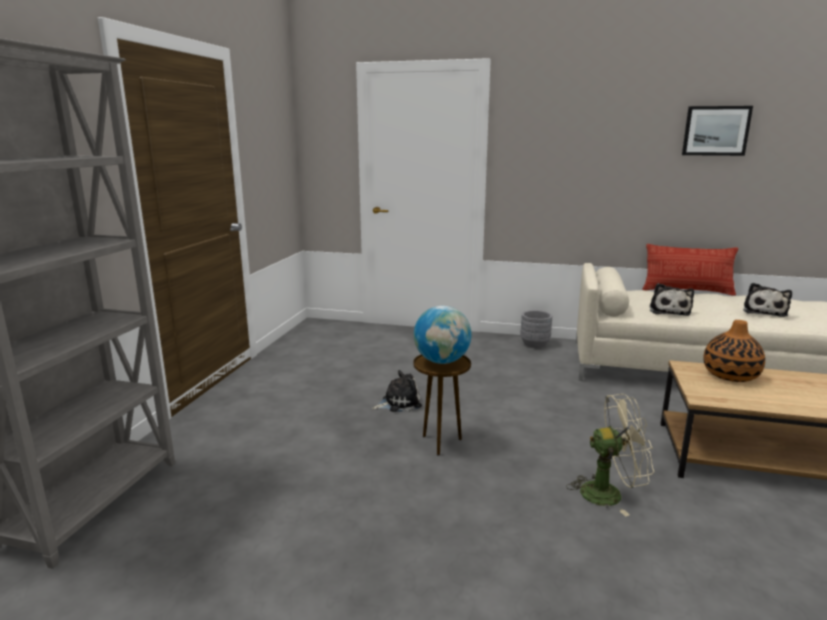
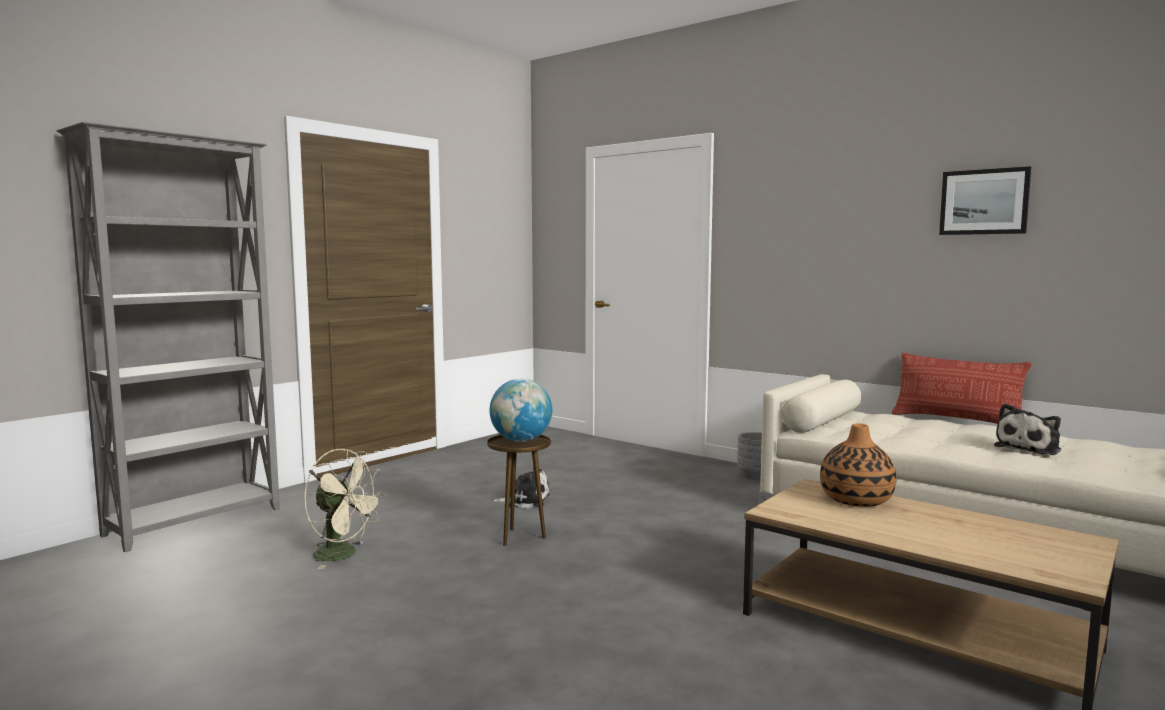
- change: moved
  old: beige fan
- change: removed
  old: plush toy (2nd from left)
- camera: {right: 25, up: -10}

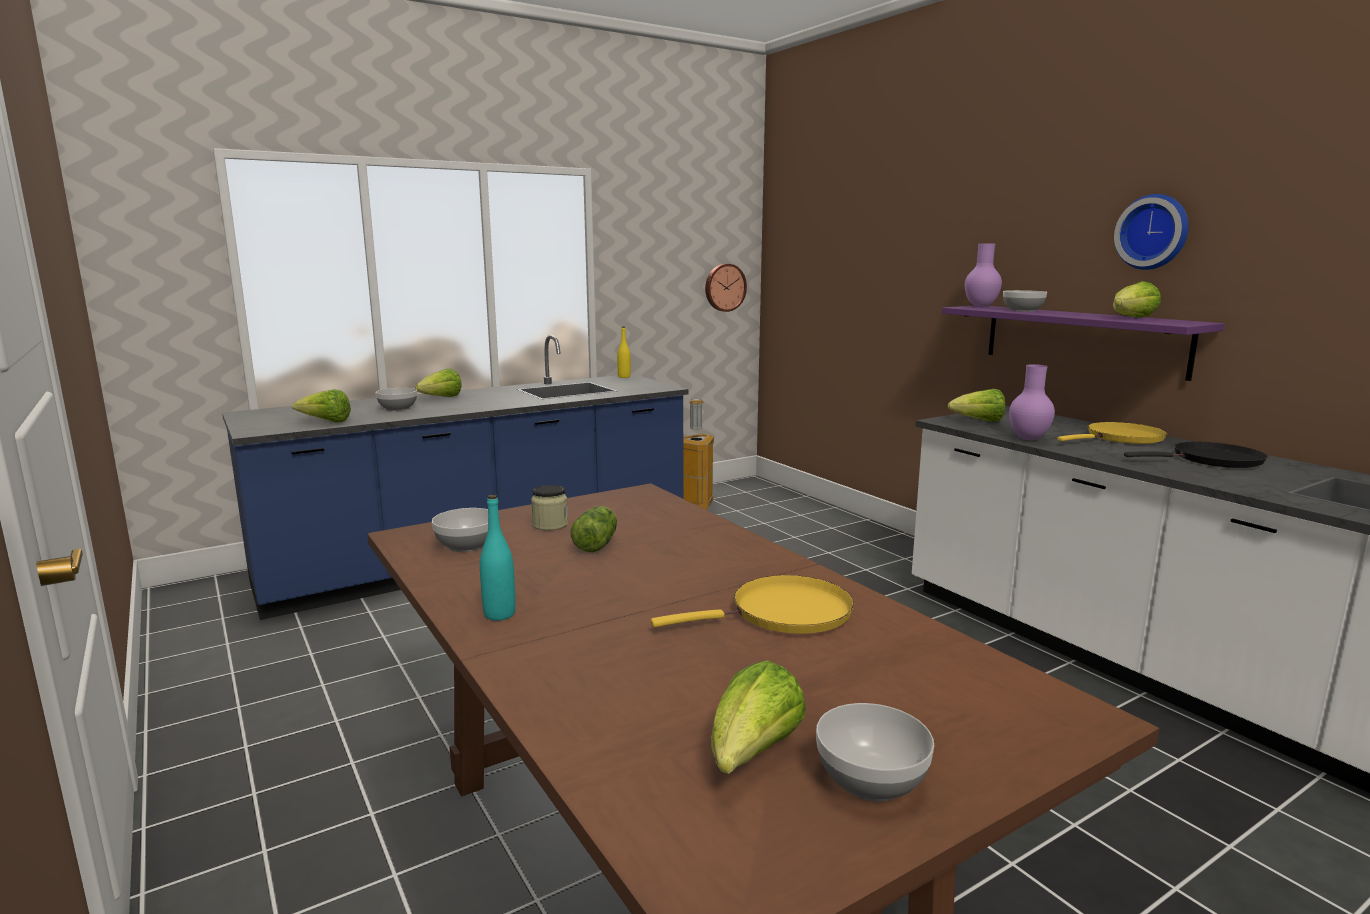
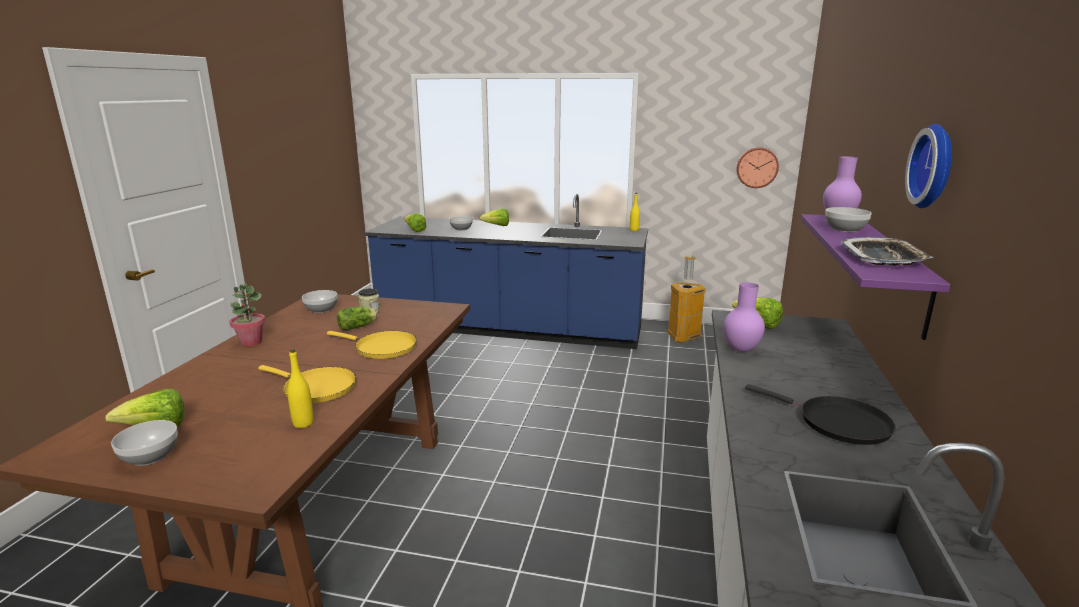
- change: replaced
  old: turquoise bottle
  new: potted plant
- change: moved
  old: yellow frying pan (2nd from left)
- change: replaced
  old: lettuce (6th from left)
  new: tray
- change: added
  new: yellow bottle (1st from left)
- camera: {right: 45, up: 5}

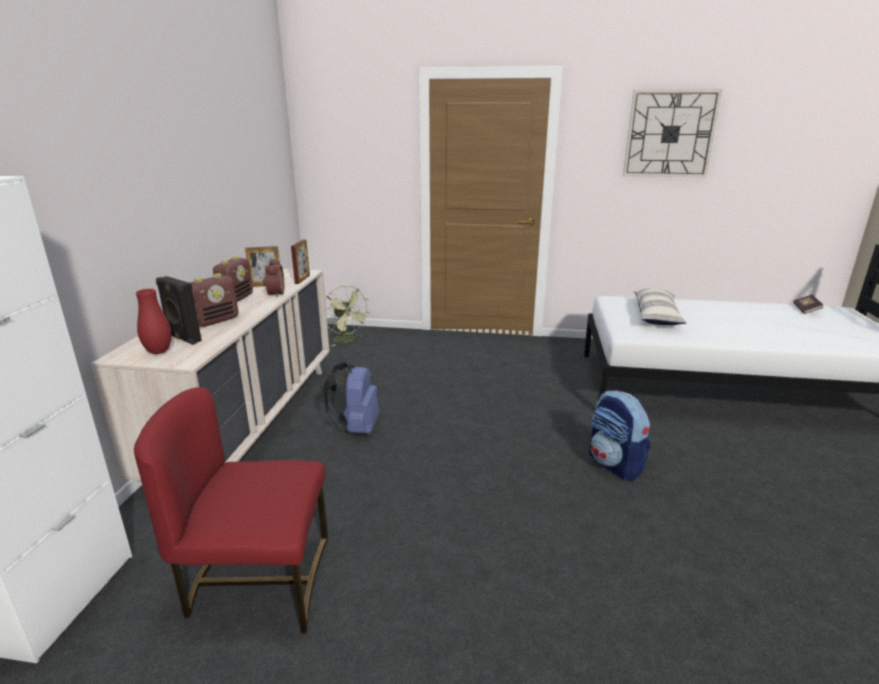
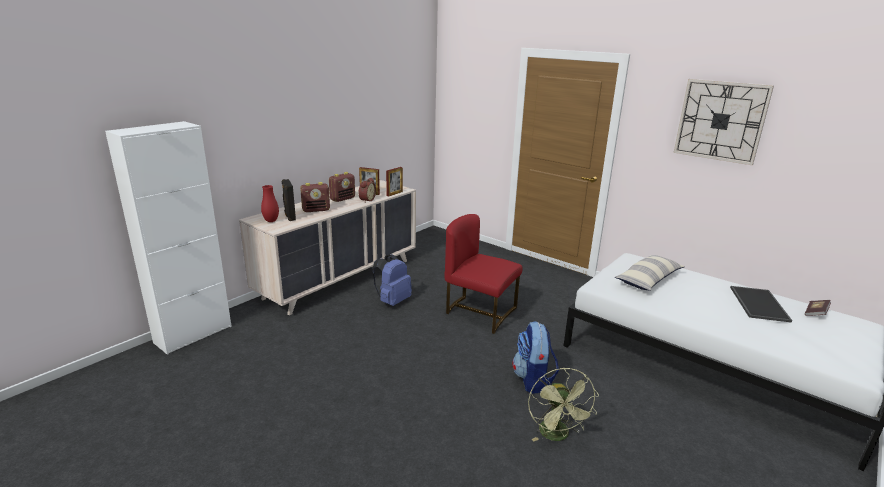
- change: moved
  old: red chair
- change: moved
  old: green fan
- change: added
  new: tray
- camera: {right: 30, up: 0}

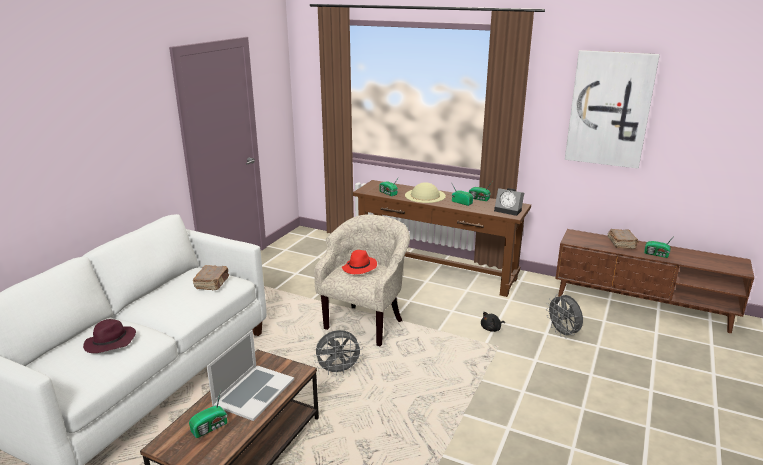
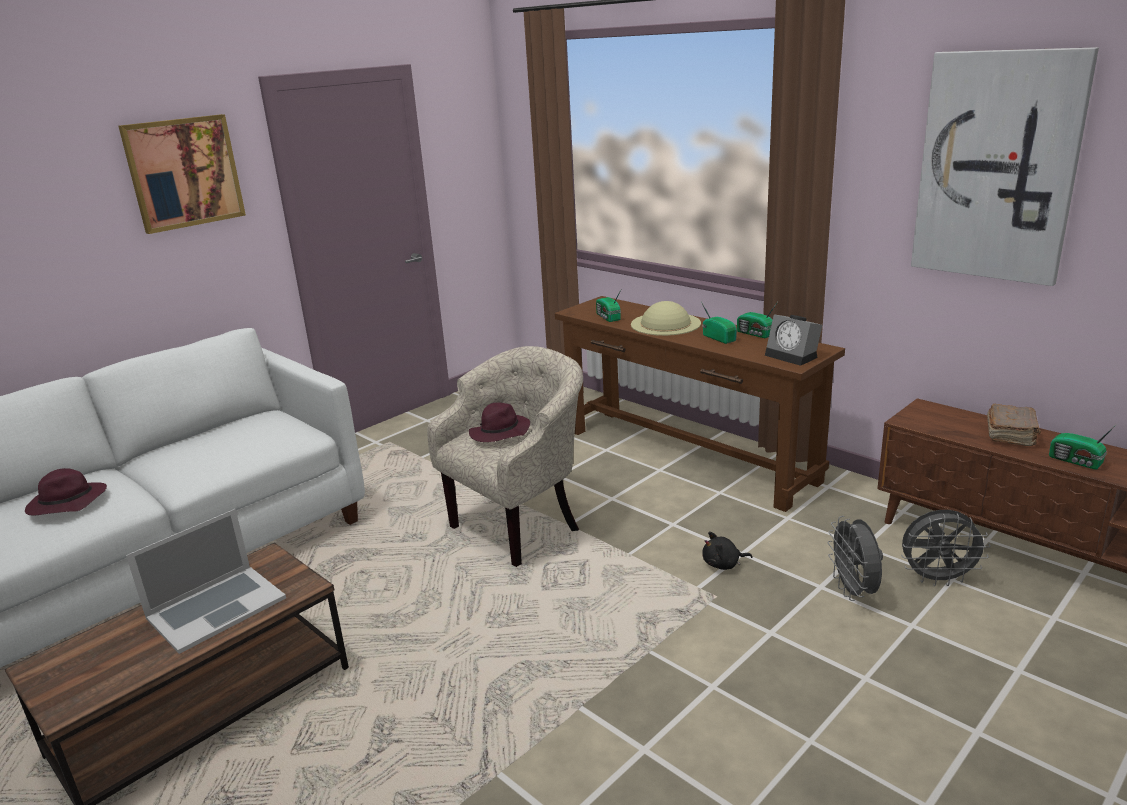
- change: removed
  old: radio (1st from left)
- change: removed
  old: brown book (1st from left)
- change: moved
  old: grey fan (1st from left in the first image)
  new: grey fan (2nd from left)
- change: recoloured
  old: red hat
  new: purple hat (2nd from left)
- change: added
  new: picture (1st from left)
- camera: {right: 20, up: 0}

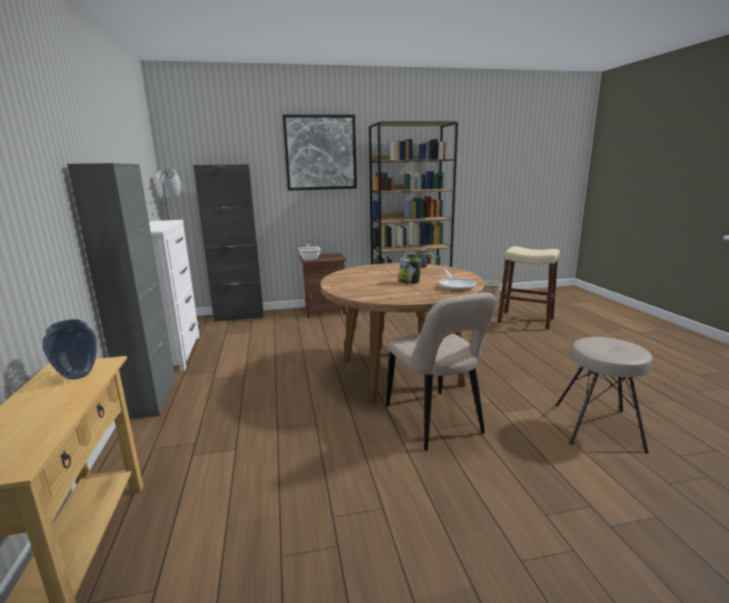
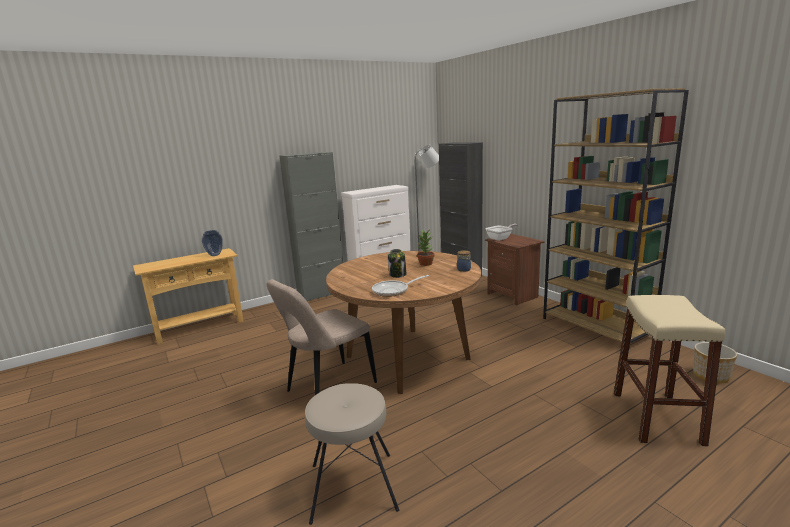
- change: removed
  old: picture
- change: added
  new: potted plant
- camera: {right: 70, up: 0}

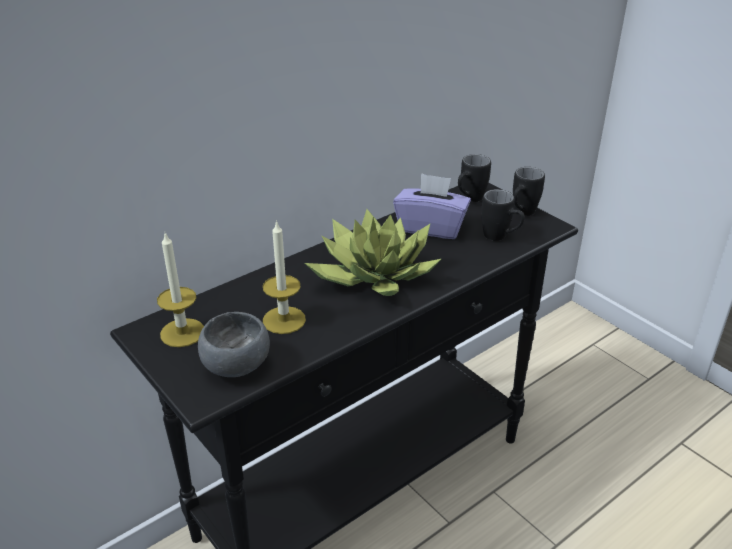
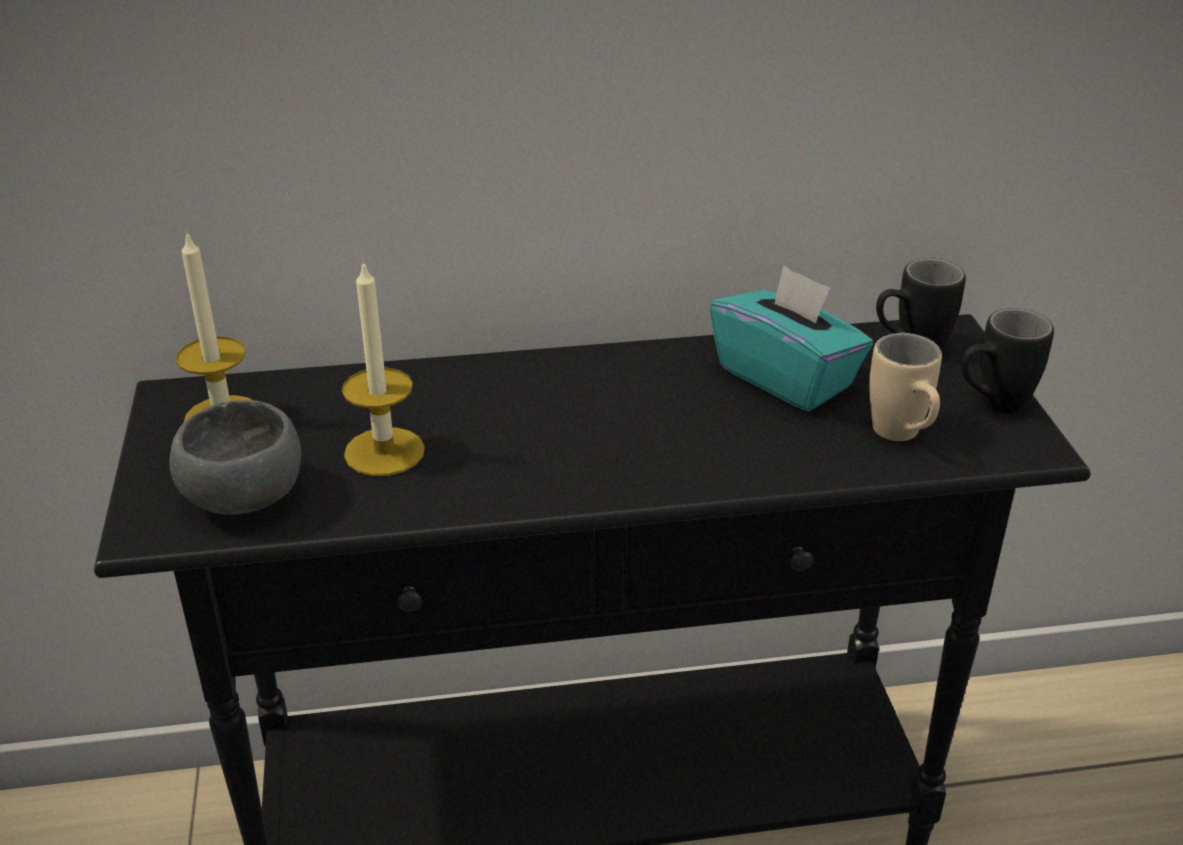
- change: removed
  old: potted plant
- change: recoloured
  old: purple tissue box
  new: turquoise tissue box
- change: recoloured
  old: black mug (2nd from left)
  new: beige mug
- camera: {right: 30, up: 0}

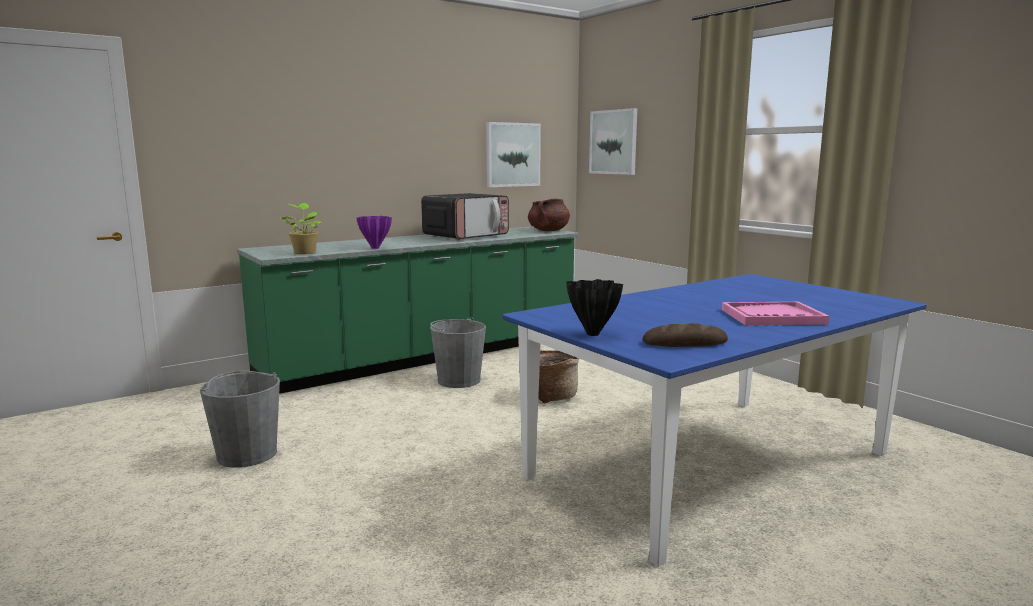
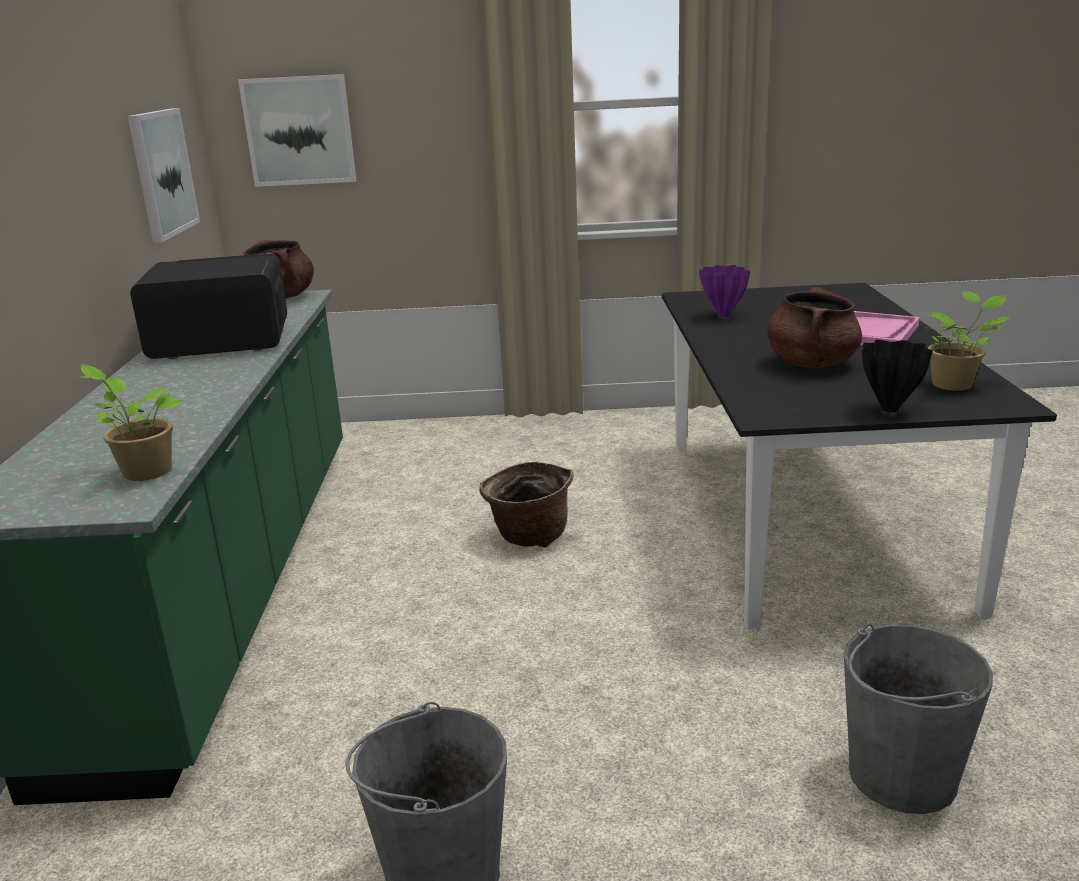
- change: moved
  old: purple vase
- change: turned
  old: microwave
  degrees: -90
- change: moved
  old: grey bucket (2nd from left)
- change: recoloured
  old: blue dining table
  new: black dining table
- change: replaced
  old: bread
  new: potted plant (2nd from left)
- change: added
  new: brown cooking pot (2nd from left)
- camera: {right: -55, up: 10}

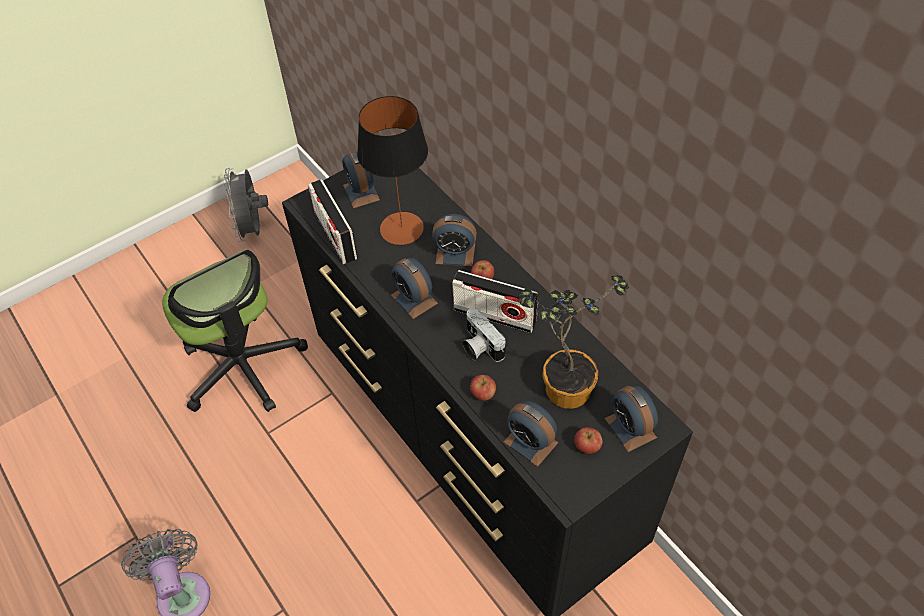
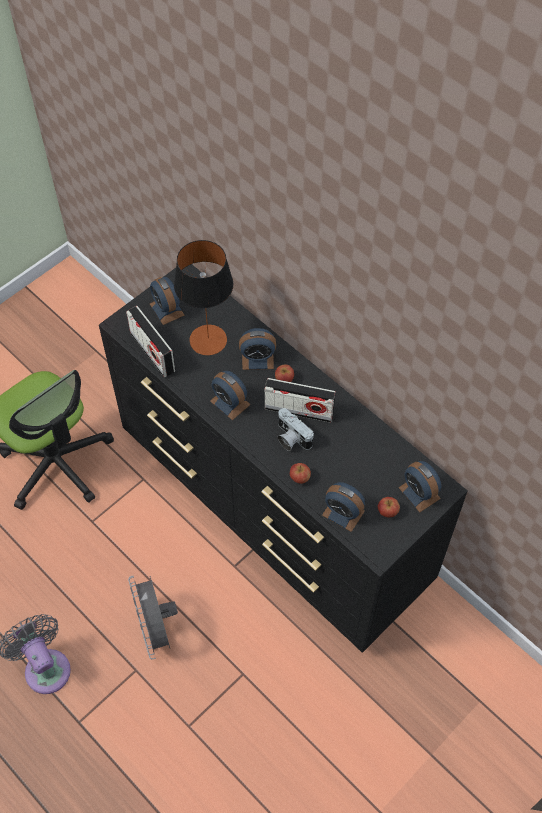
- change: moved
  old: grey fan (2nd from left)
- change: removed
  old: potted plant
- camera: {right: -10, up: 5}

